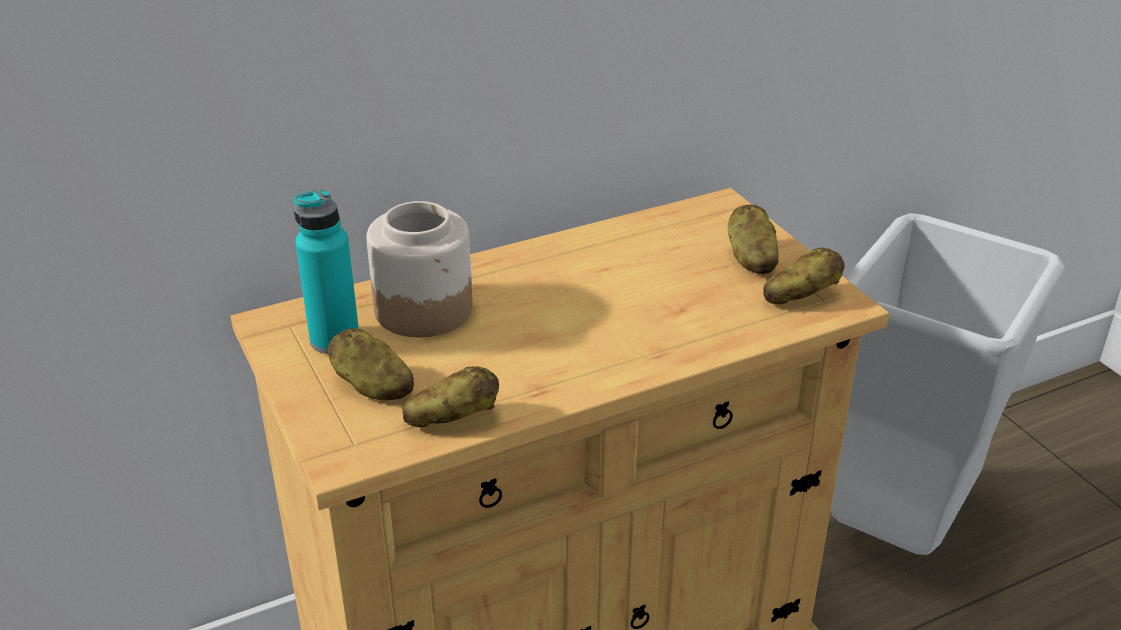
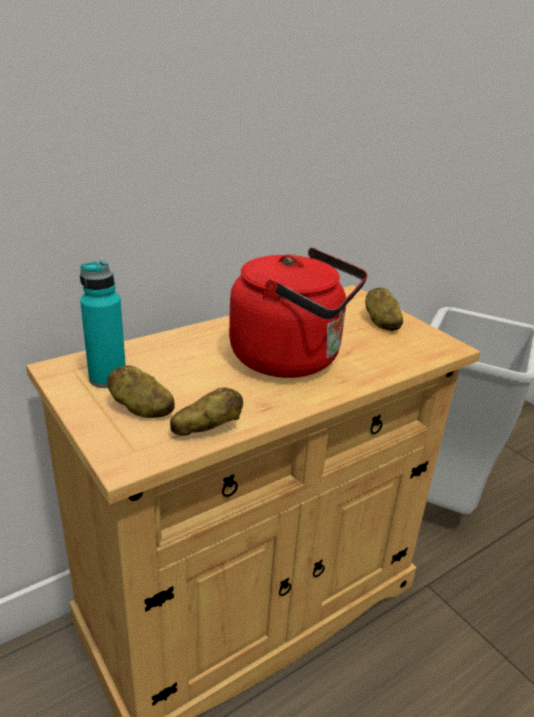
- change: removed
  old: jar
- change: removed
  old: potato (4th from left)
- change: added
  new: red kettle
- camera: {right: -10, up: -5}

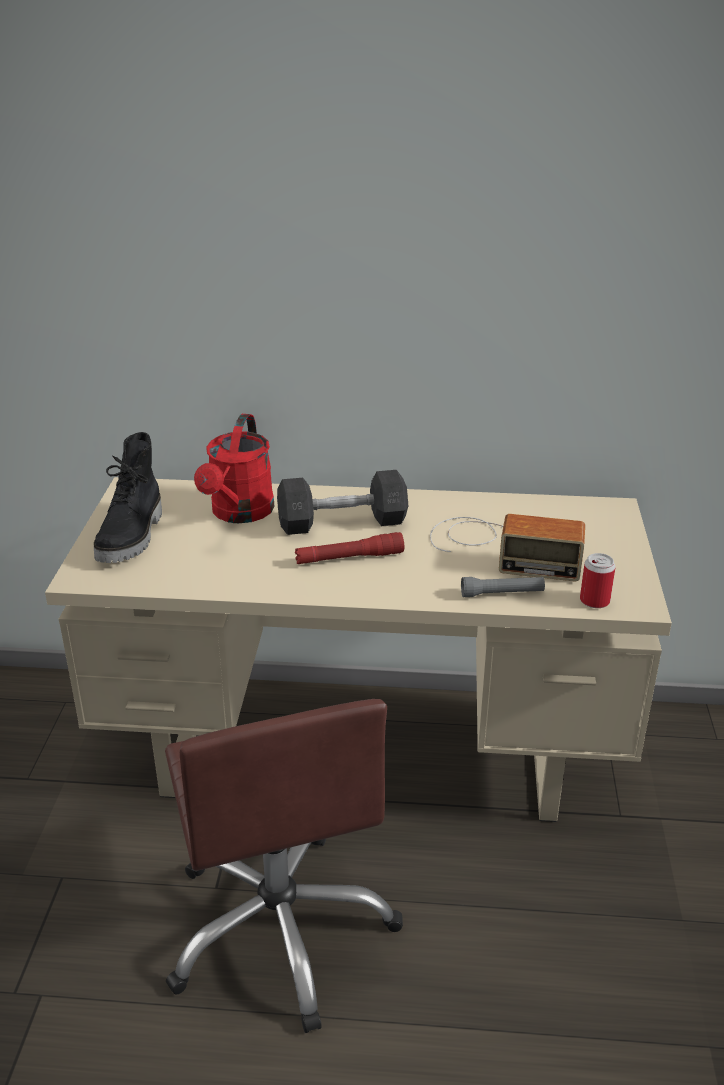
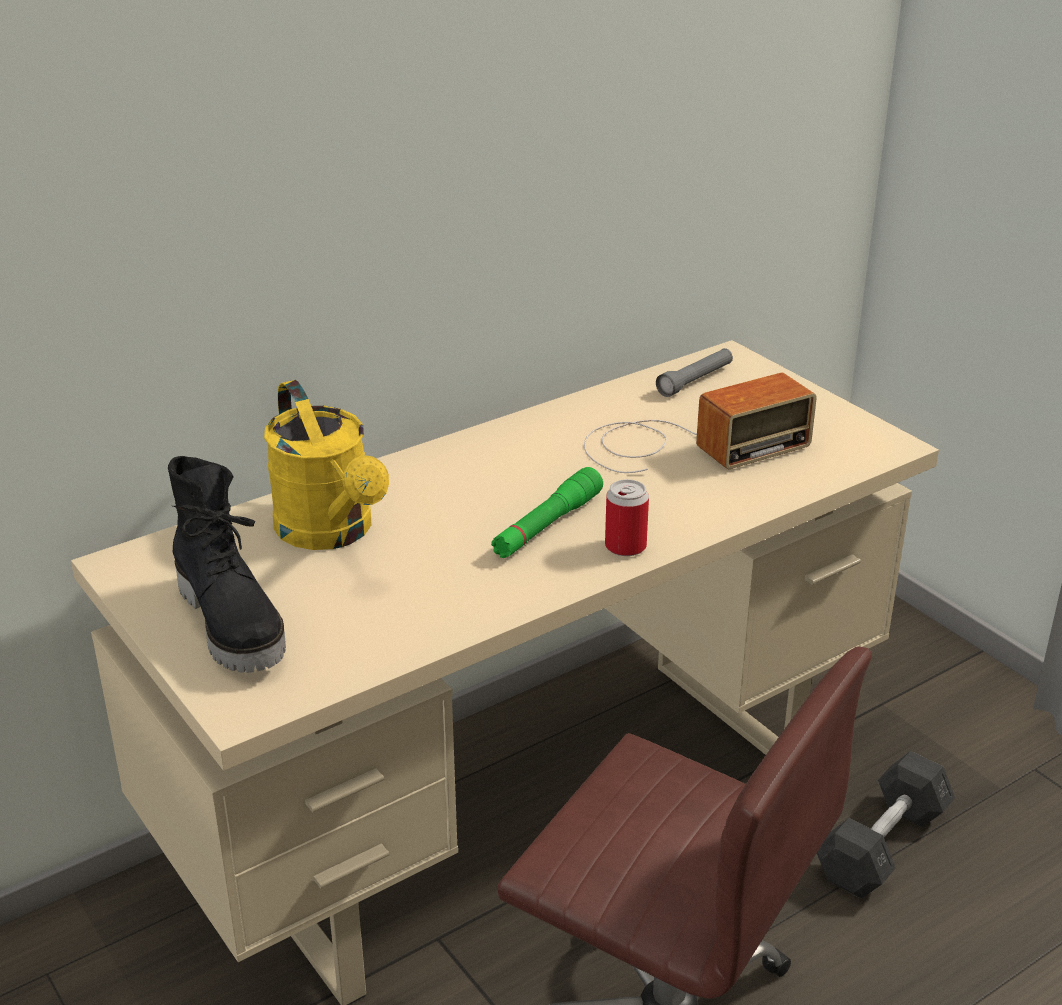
- change: recoloured
  old: red watering can
  new: yellow watering can
- change: moved
  old: grey dumbbell
- change: recoloured
  old: red flashlight
  new: green flashlight
- change: moved
  old: grey flashlight
- change: moved
  old: can
- camera: {right: -40, up: 0}

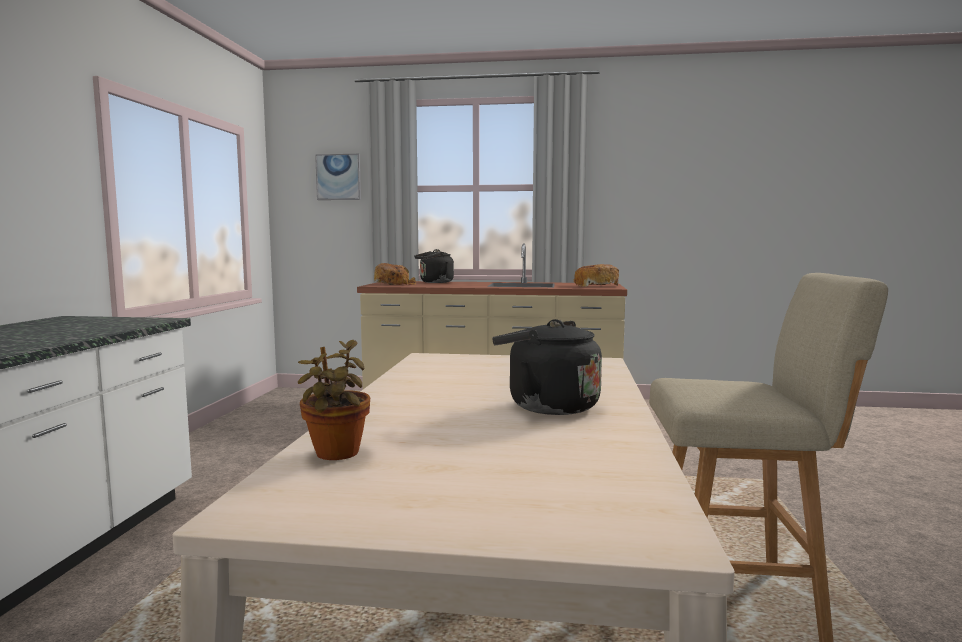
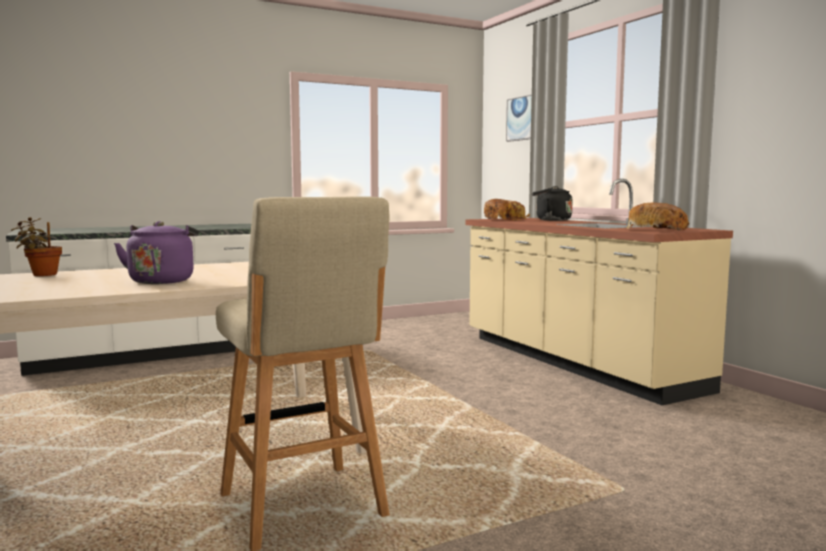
- change: recoloured
  old: black kettle (2nd from left)
  new: purple kettle
- camera: {right: 55, up: 0}

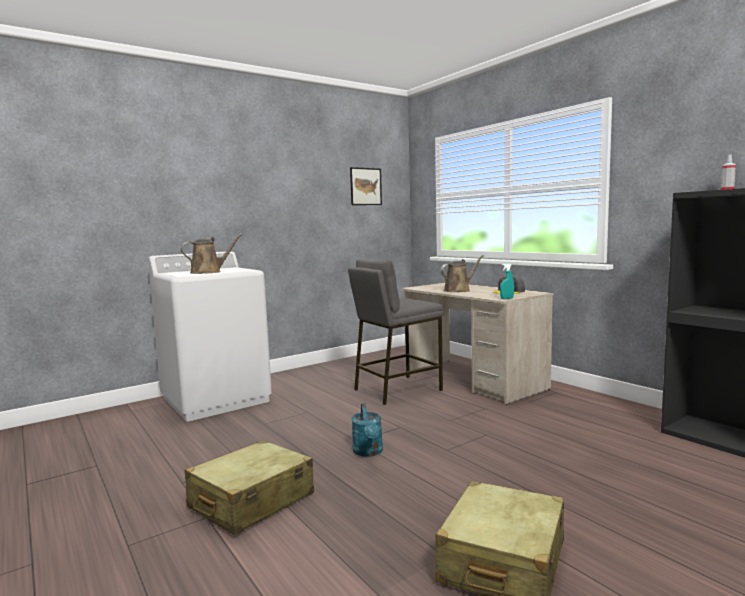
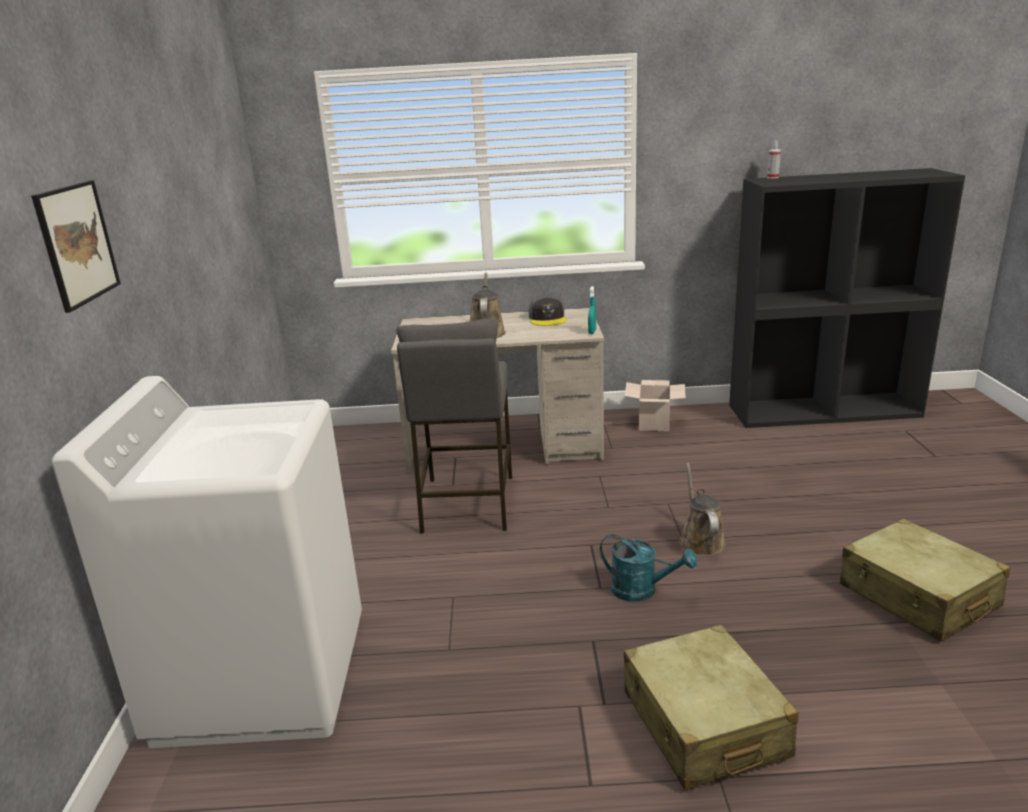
- change: moved
  old: brown watering can (1st from left in the first image)
  new: brown watering can (2nd from left)
- change: moved
  old: picture
- change: added
  new: cardboard box
- camera: {right: -55, up: 15}

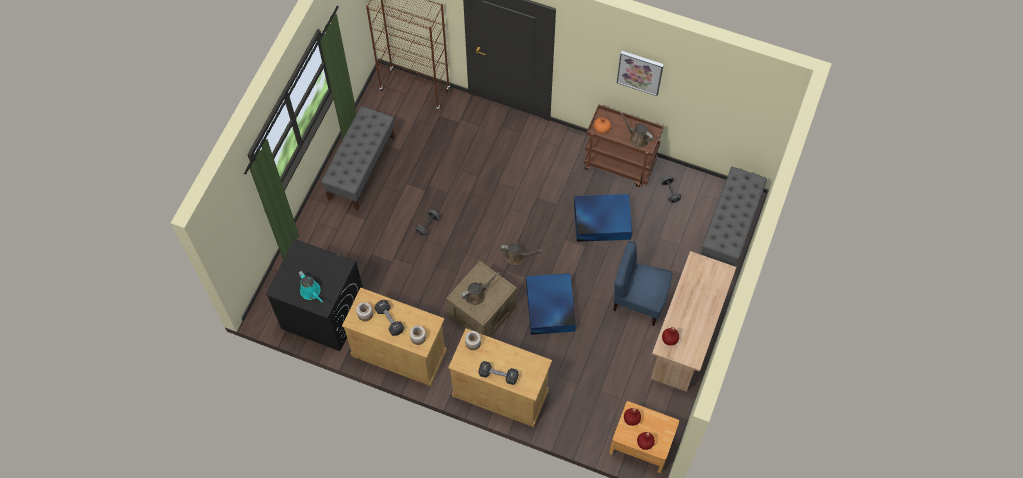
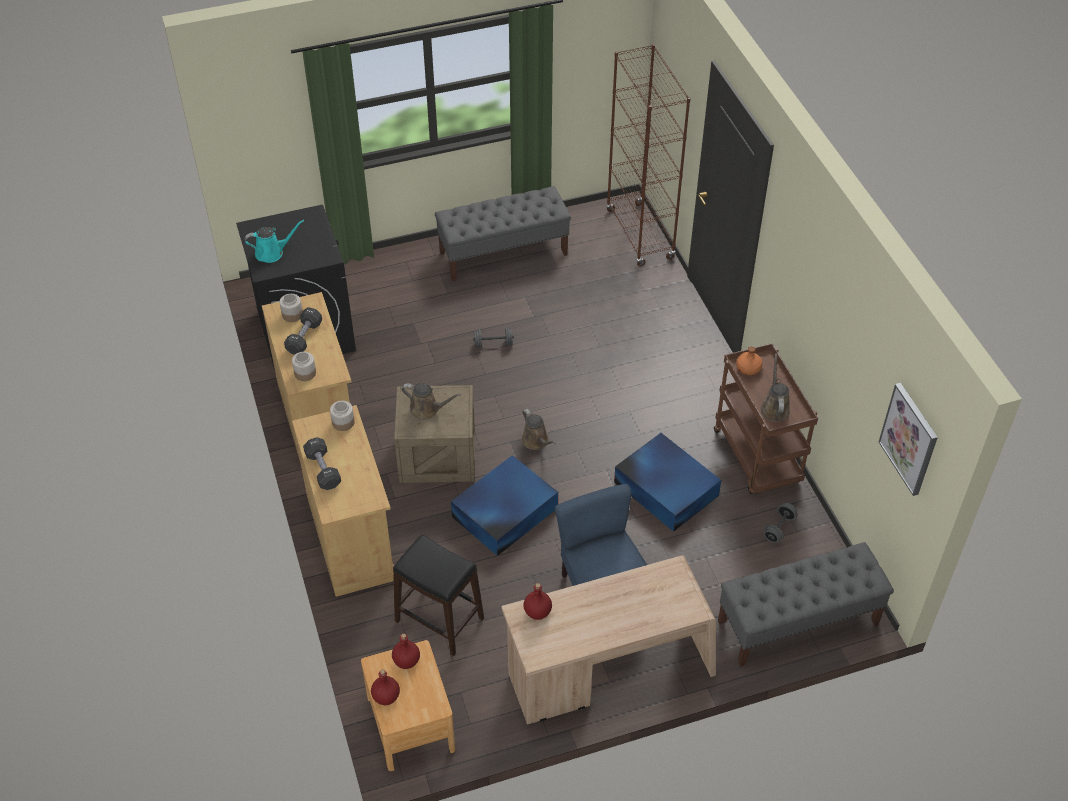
- change: turned
  old: turquoise watering can
  degrees: -120
- change: moved
  old: picture
- change: added
  new: black stool
- camera: {right: 50, up: -15}

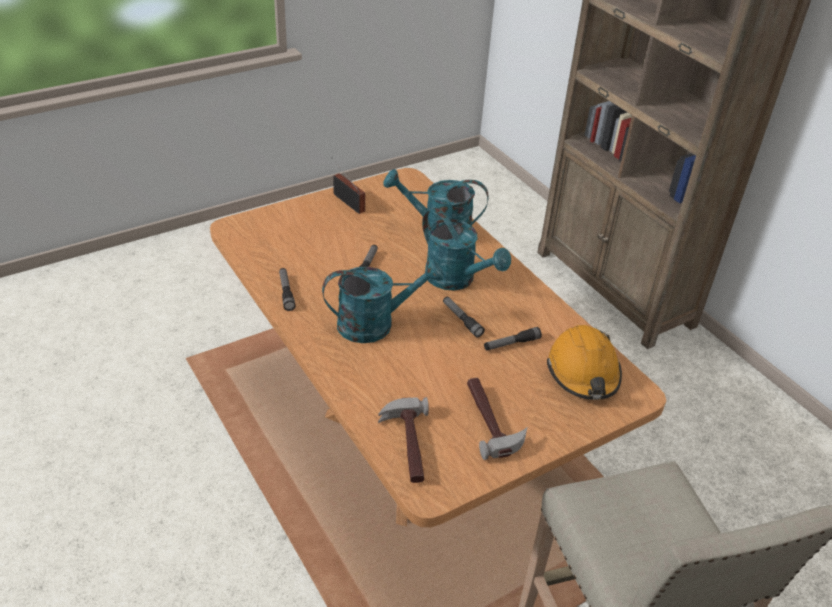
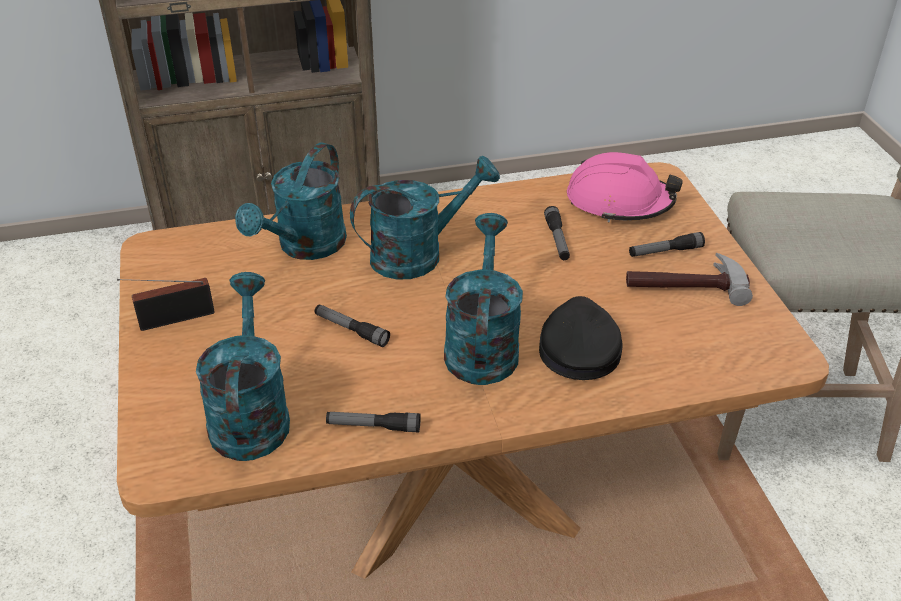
- change: removed
  old: hammer (1st from left)
- change: moved
  old: flashlight (3rd from left in the first image)
  new: flashlight (4th from left)
- change: recoloured
  old: orange hard hat
  new: pink hard hat
- change: added
  new: turquoise watering can (1st from left)
- change: added
  new: black cap
- camera: {right: -70, up: 0}

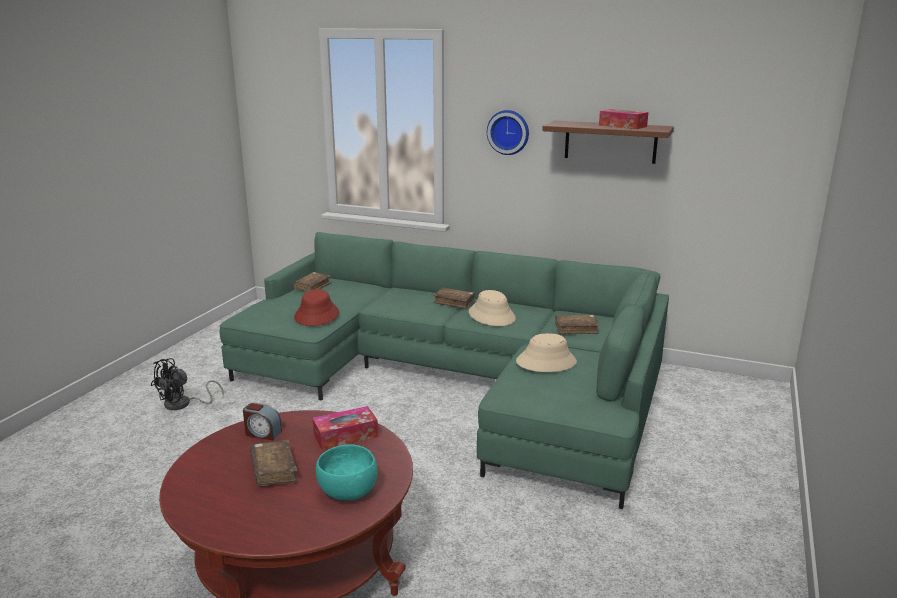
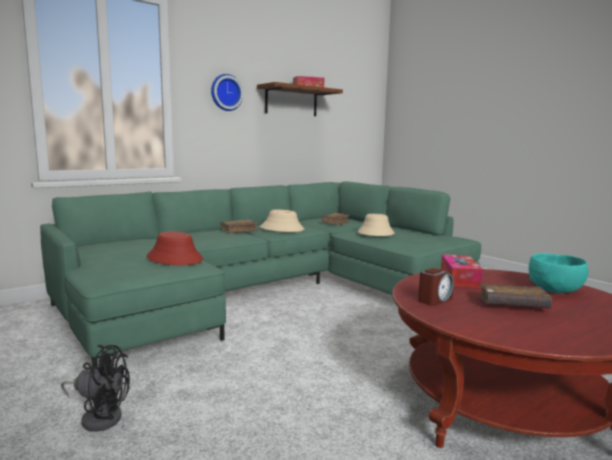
- change: turned
  old: black fan
  degrees: -60
- change: removed
  old: brown book (2nd from left)
- camera: {right: -60, up: -10}

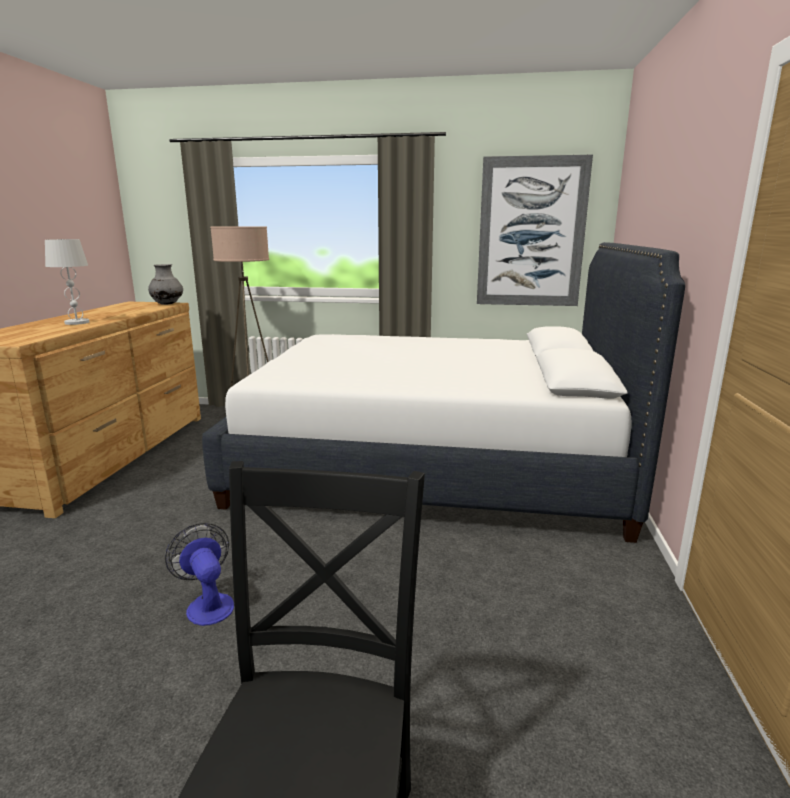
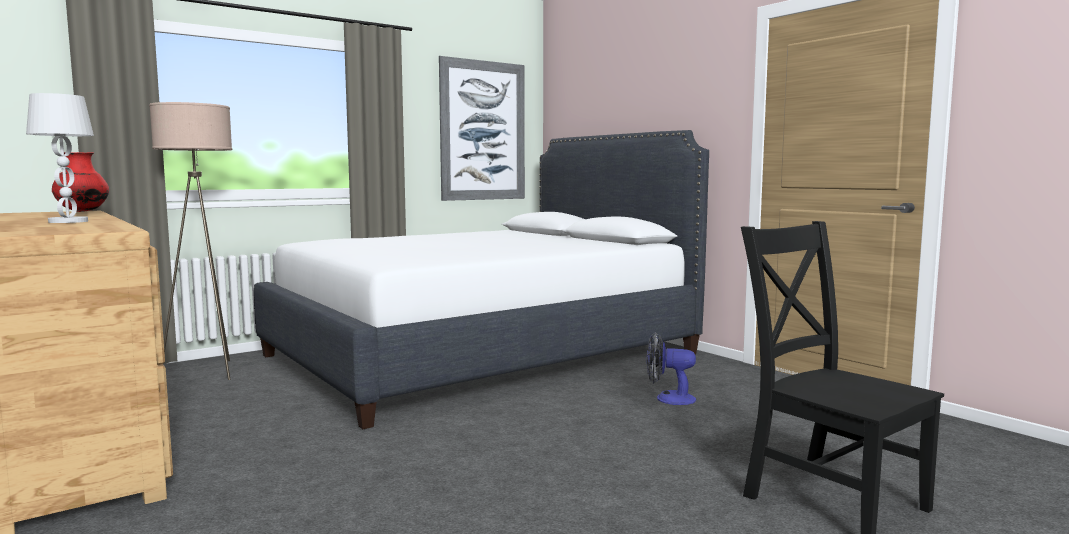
- change: recoloured
  old: grey vase
  new: red vase
- change: moved
  old: fan
- camera: {right: -45, up: -10}

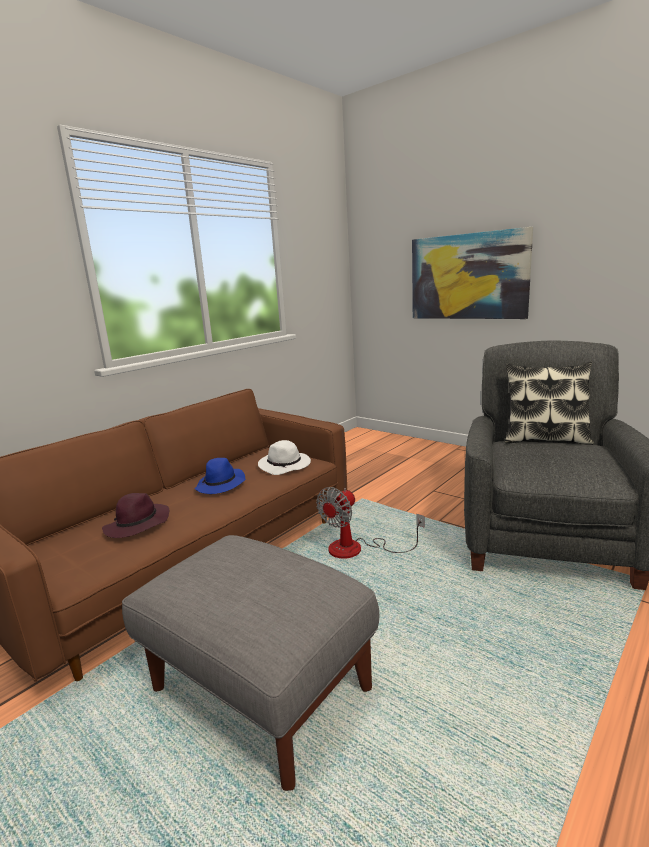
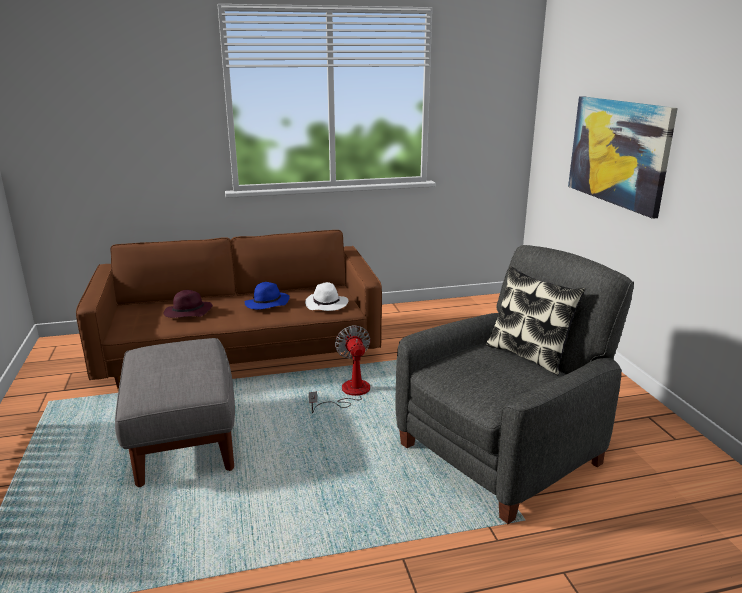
- change: turned
  old: fan
  degrees: 90
- camera: {right: 35, up: 5}

